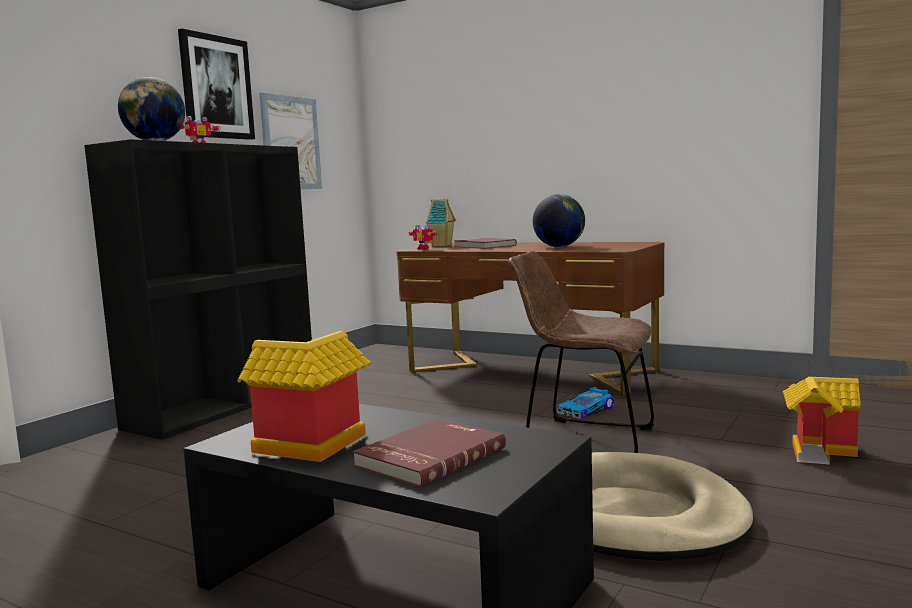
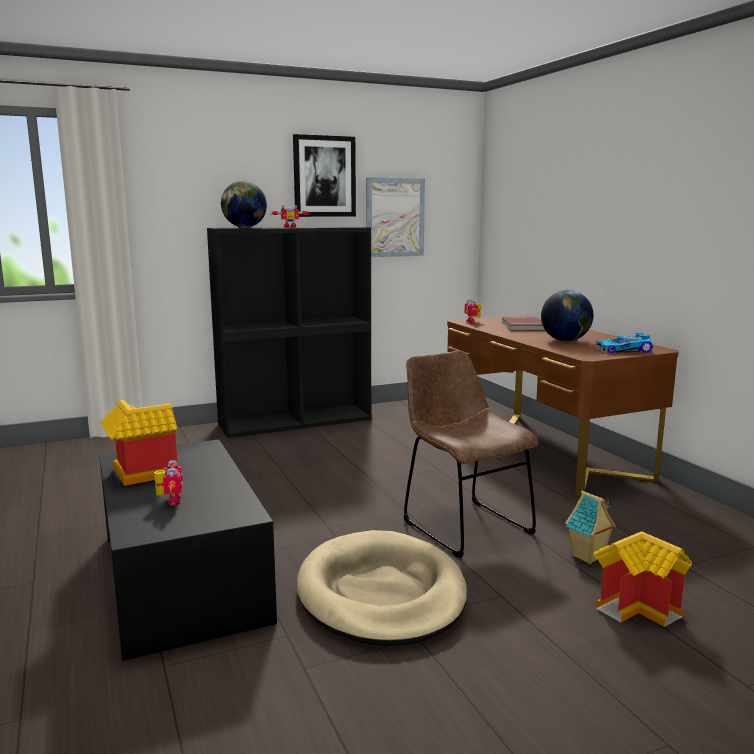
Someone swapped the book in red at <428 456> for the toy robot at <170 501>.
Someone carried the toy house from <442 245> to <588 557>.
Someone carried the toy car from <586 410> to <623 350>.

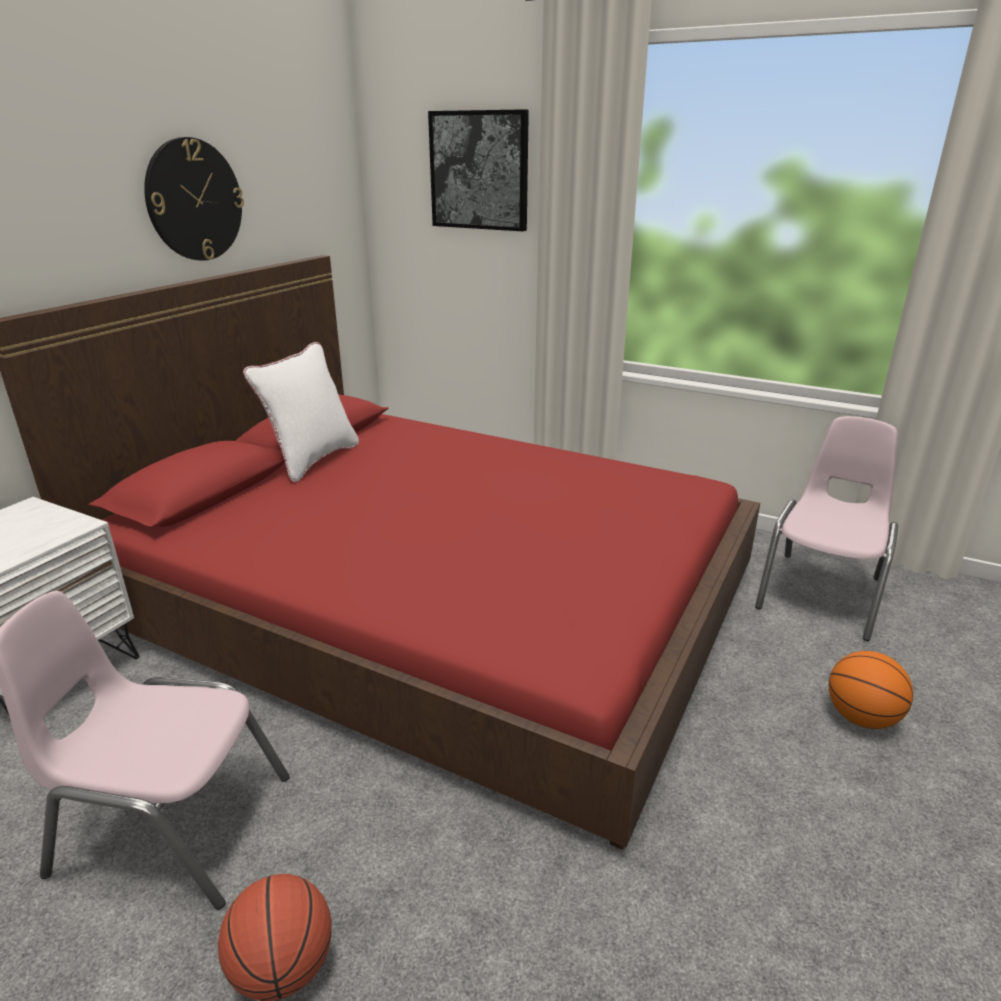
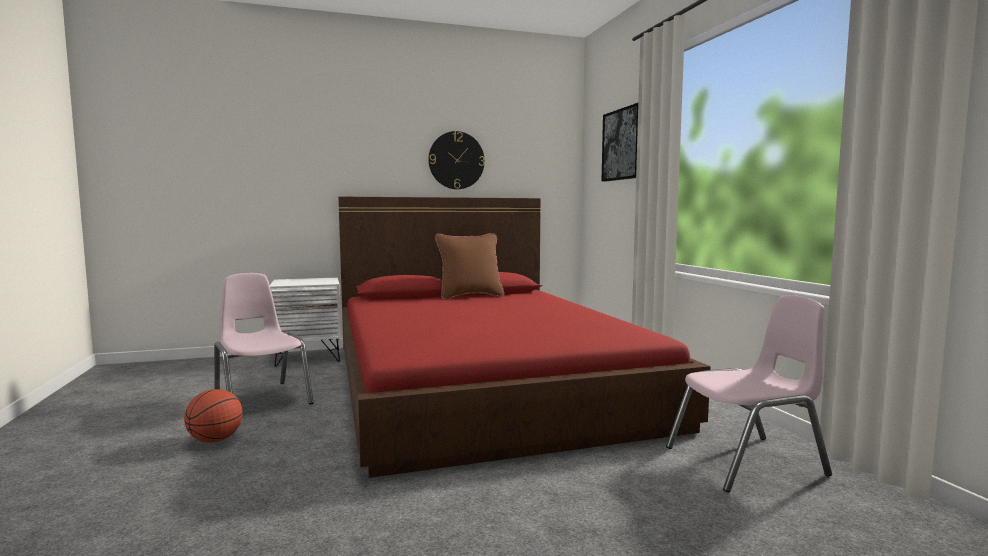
Someone repainted the pillow in white at <312 460>, which became the pillow in brown at <470 296>.
Someone took away the basketball at <861 717>.

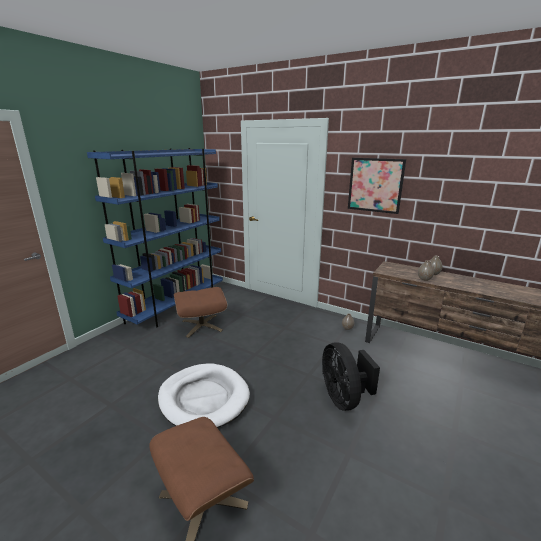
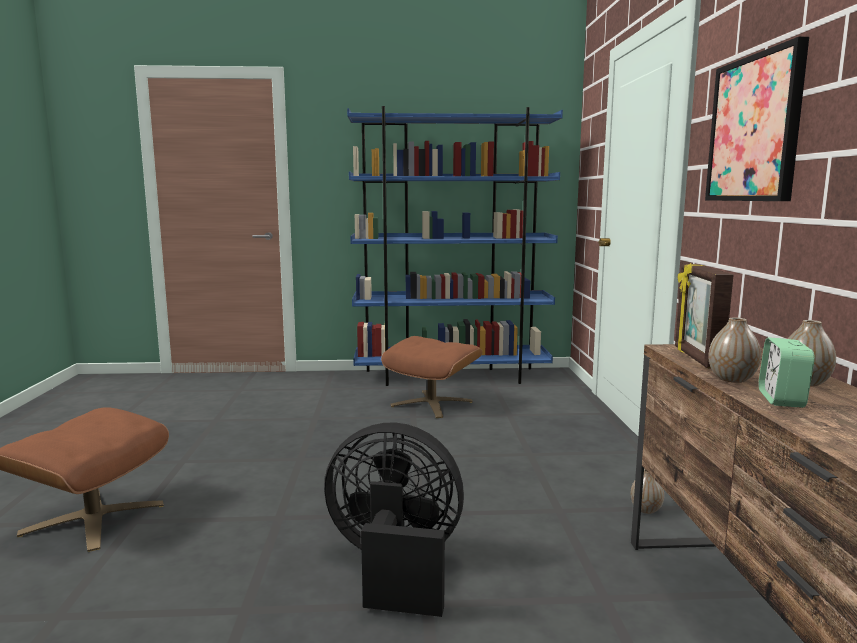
Someone took away the dog bed in white at <204 398>.
Someone rotated the fan in black at <344 398> by 60 degrees clockwise.
Someone put down the picture frame at <696 358>.
Someone put down the alarm clock at <781 399>.

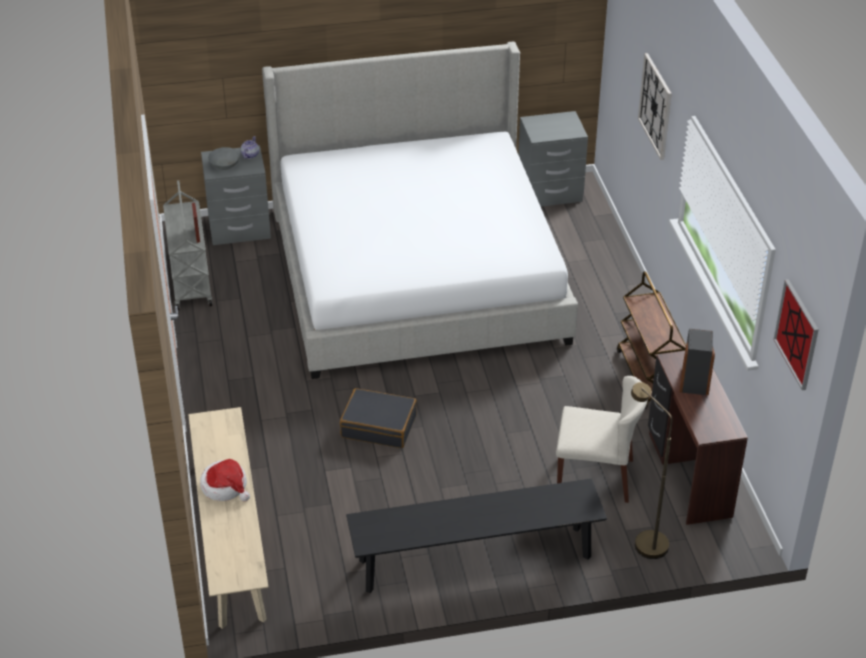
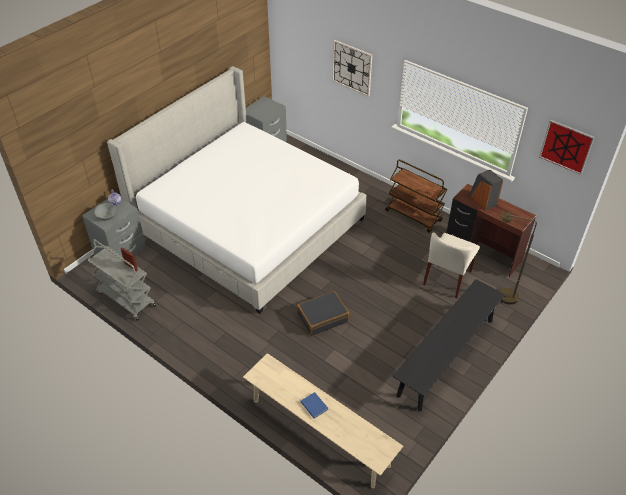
Someone swapped the hat at <225 487> for the book in blue at <314 405>.
Someone rotated the chair in beige at <596 476> by 150 degrees clockwise.

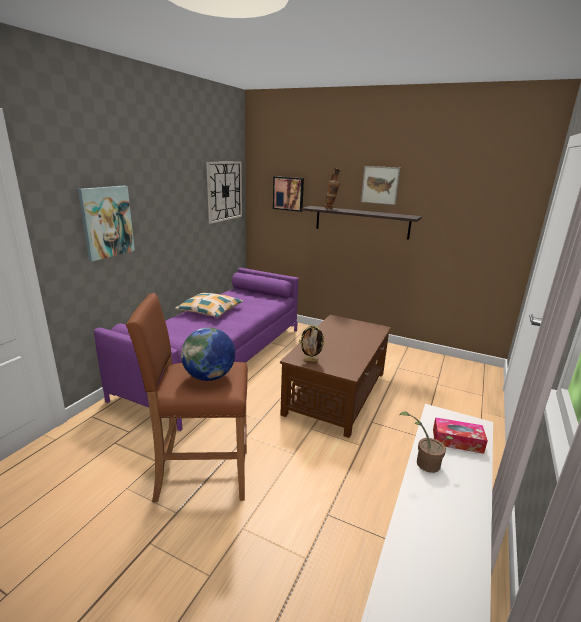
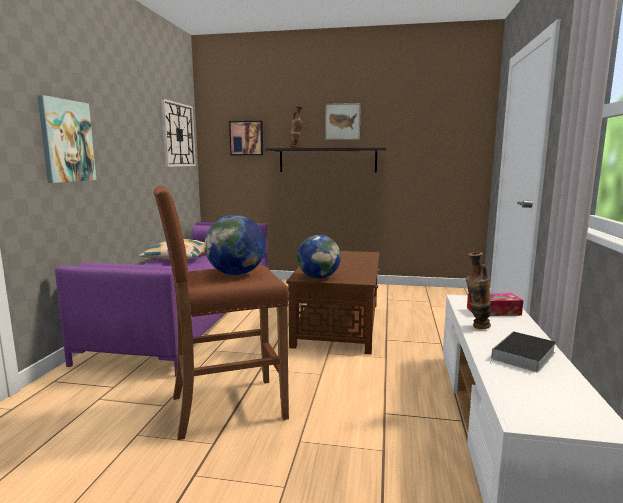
Someone swapped the picture frame at <311 361> for the globe at <318 277>.
Someone swapped the potted plant at <424 462> for the vase at <476 327>.
Someone put down the book at <523 356>.

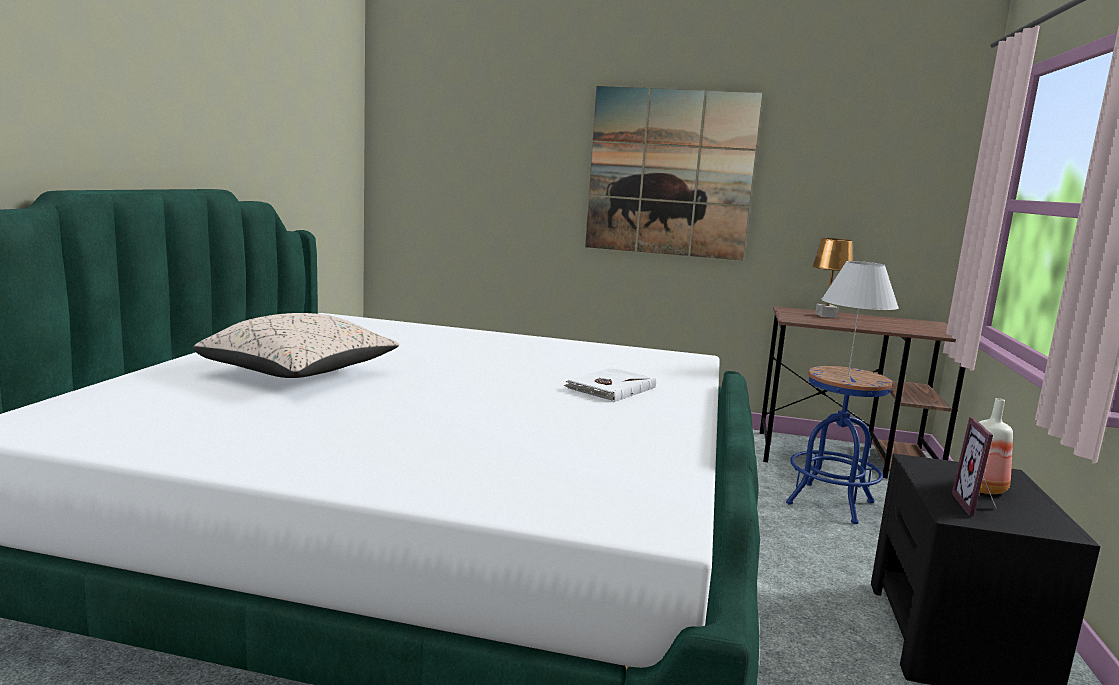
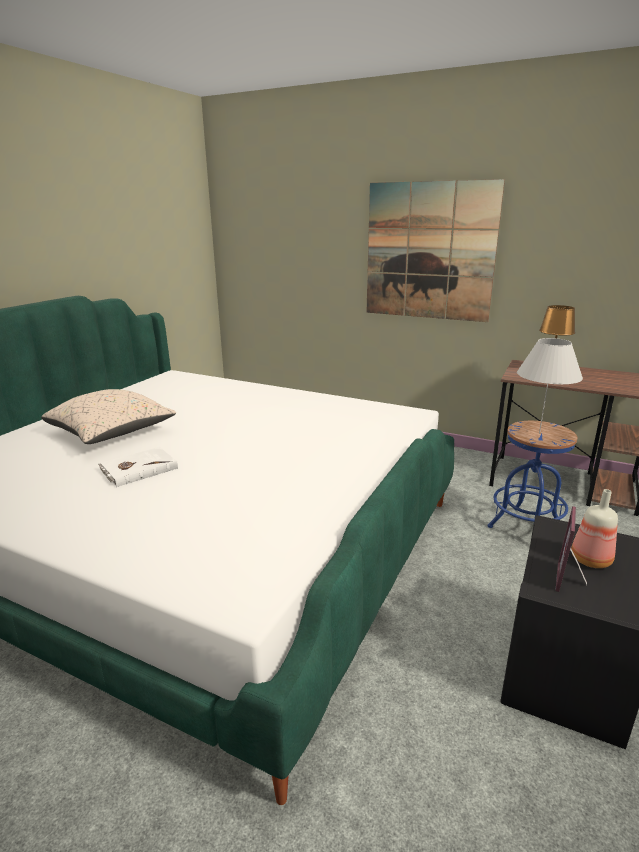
Someone carried the book in white from <610 388> to <138 469>.

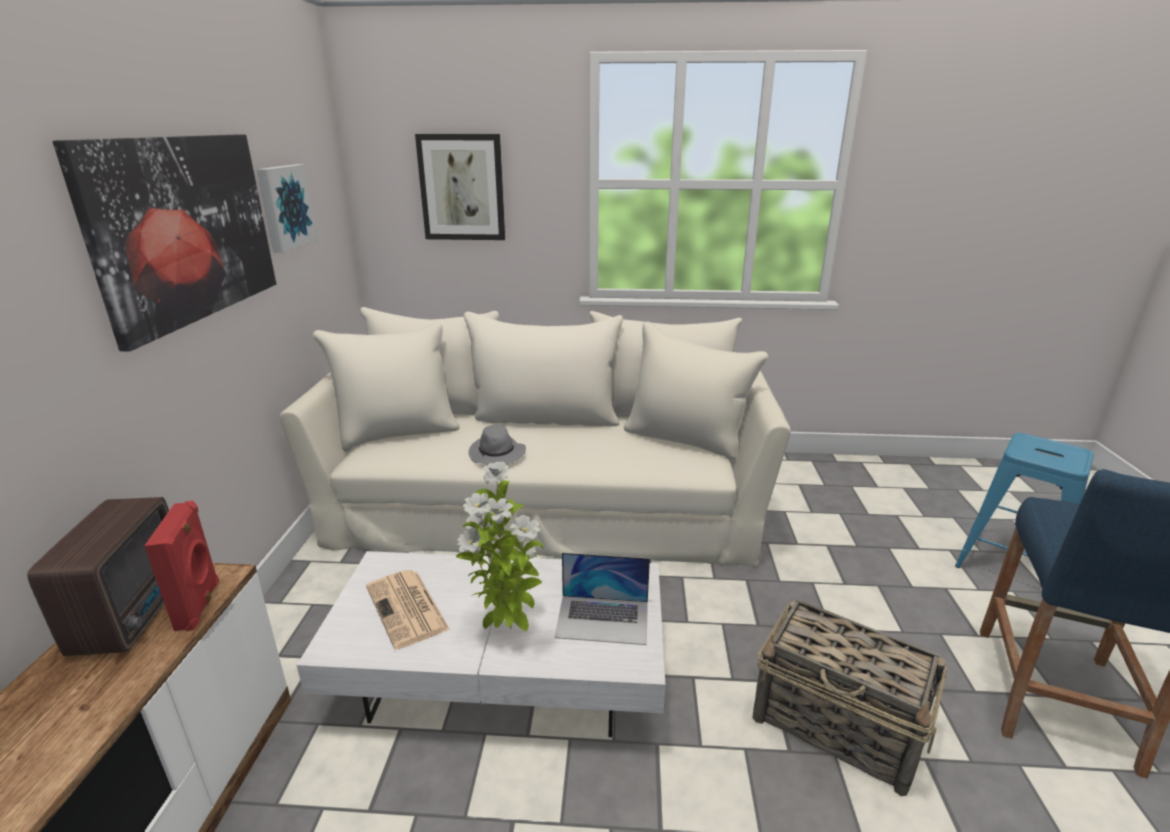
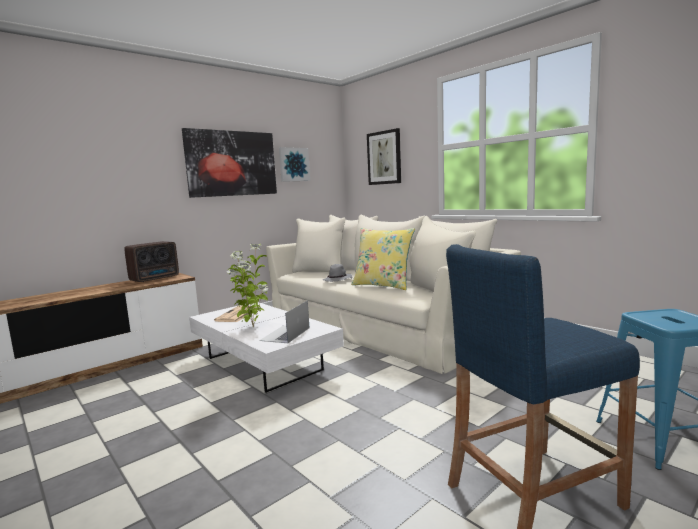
Someone took away the speaker in red at <200 605>.
Someone rotated the laptop at <603 619> by 60 degrees clockwise.
Someone took away the basket at <838 725>.
Someone put down the pillow in yellow at <383 285>.

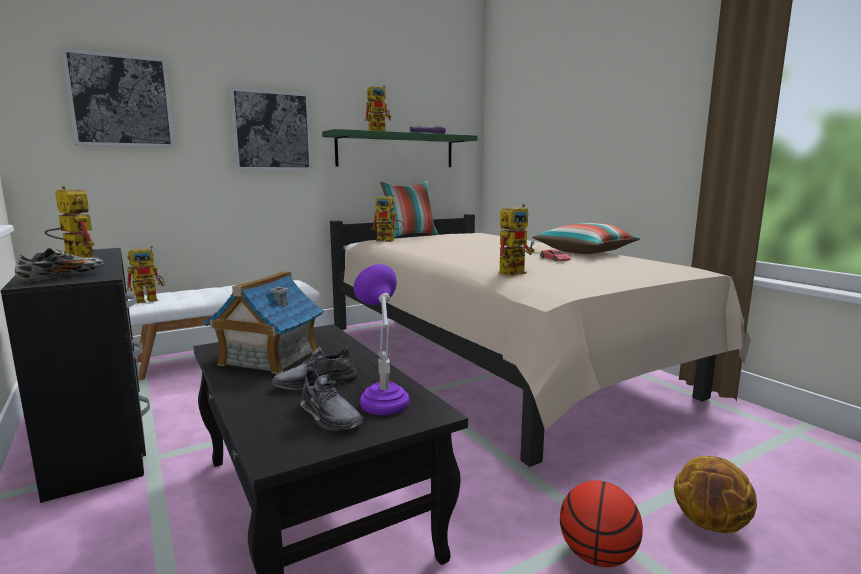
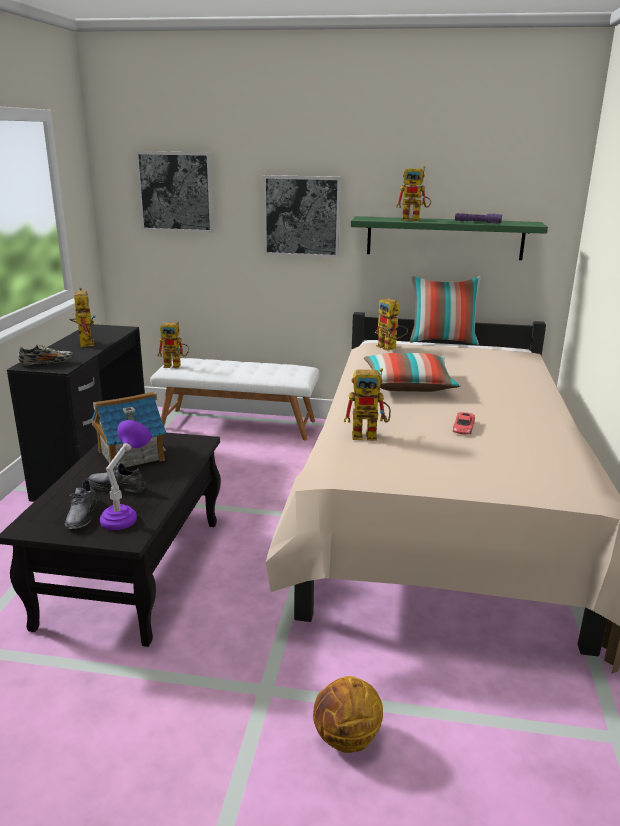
Someone carried the pillow from <584 252> to <408 386>.
Someone took away the basketball at <597 556>.

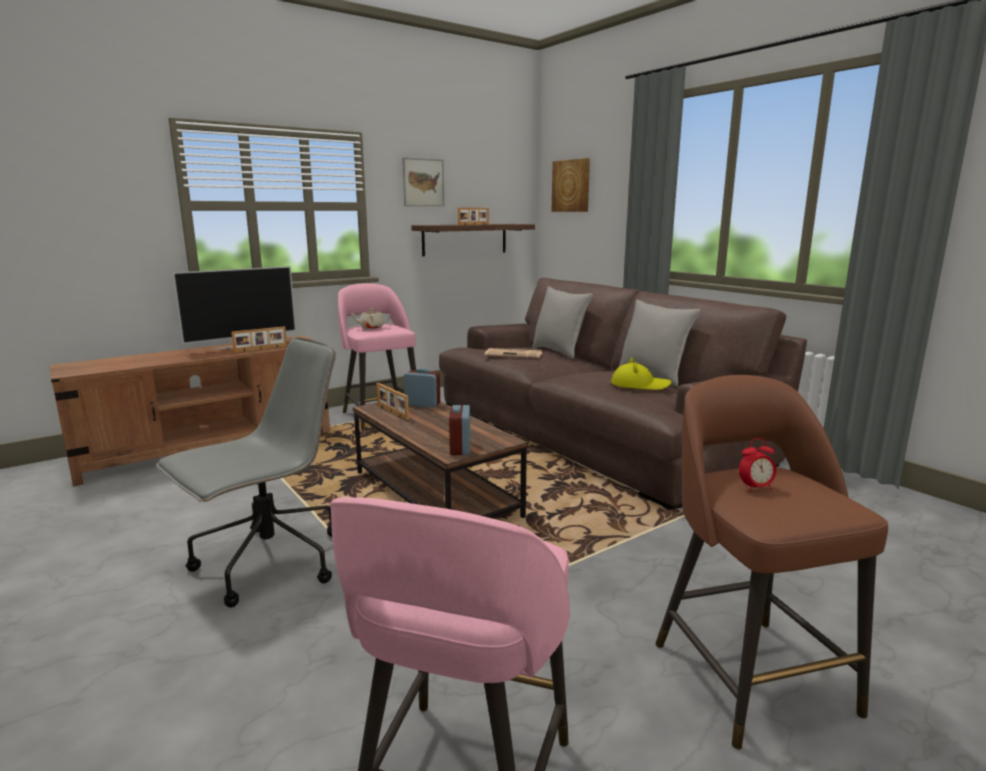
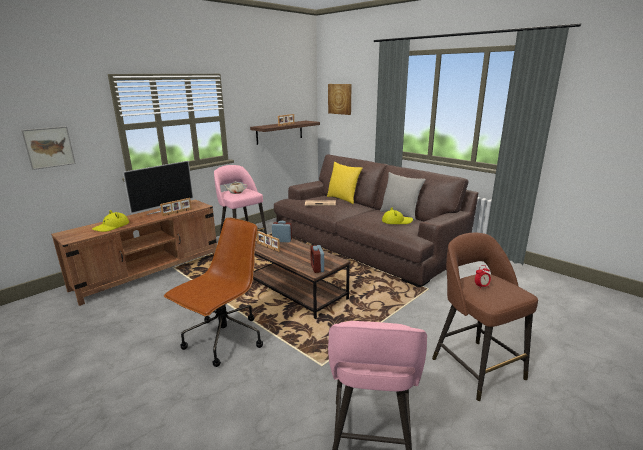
Someone repainted the office chair in grey at <268 564>, which became the office chair in brown at <224 340>.
Someone carried the picture from <423 182> to <49 147>.
Someone repainted the pillow in grey at <559 352>, which became the pillow in yellow at <343 199>.
Someone put down the hat in yellow at <111 226>.

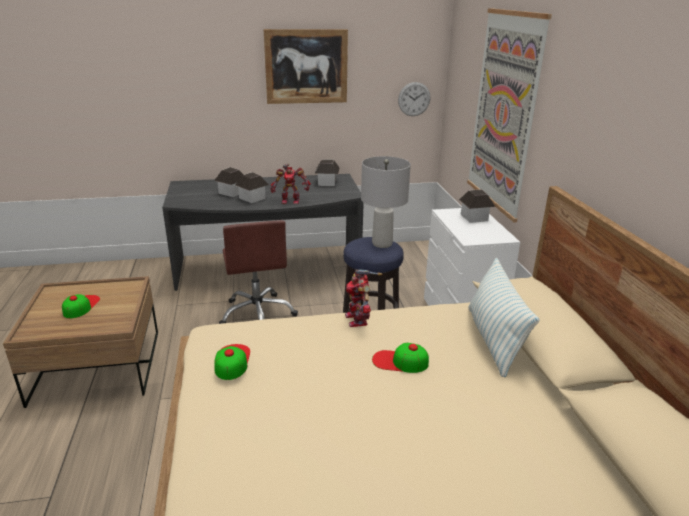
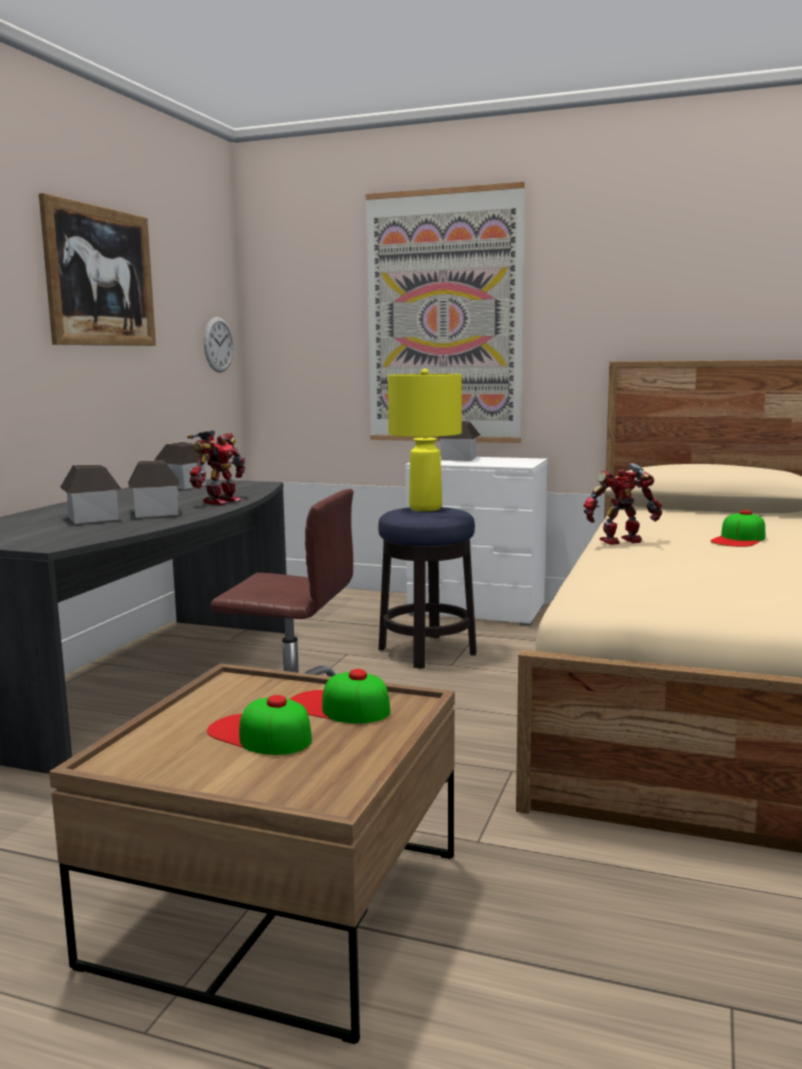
Someone carried the cap from <232 361> to <338 707>.
Someone rotated the toy robot at <358 319> by 150 degrees clockwise.
Someone repainted the table lamp in grey at <382 244>, which became the table lamp in yellow at <426 508>.
Someone took away the pillow at <493 340>.

